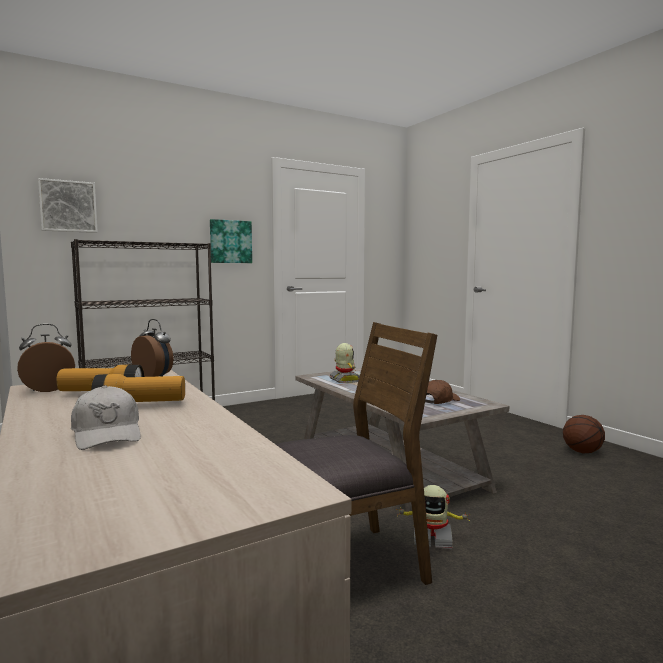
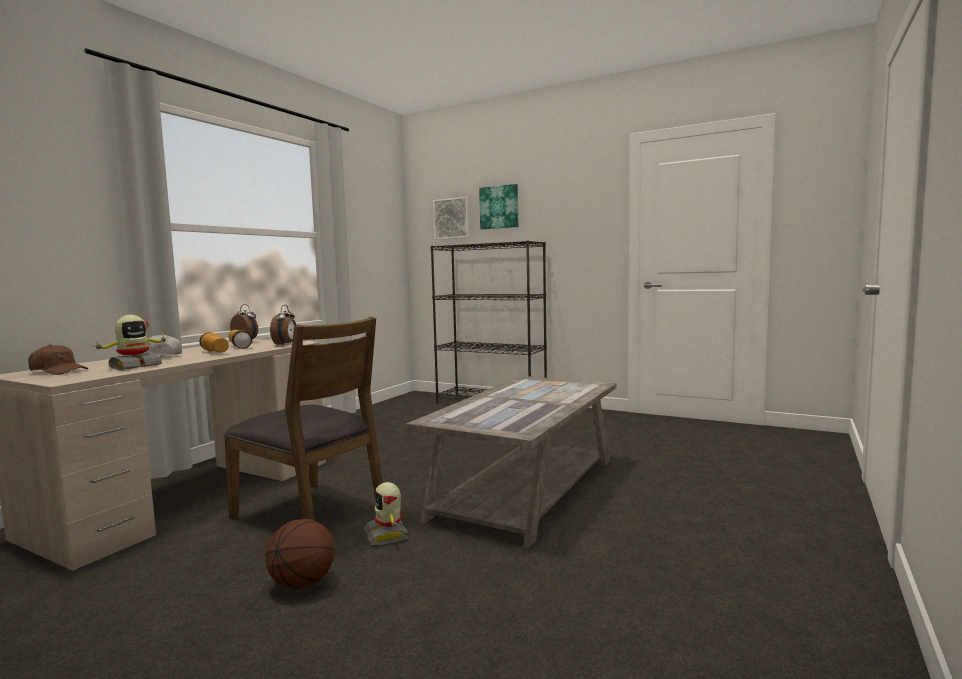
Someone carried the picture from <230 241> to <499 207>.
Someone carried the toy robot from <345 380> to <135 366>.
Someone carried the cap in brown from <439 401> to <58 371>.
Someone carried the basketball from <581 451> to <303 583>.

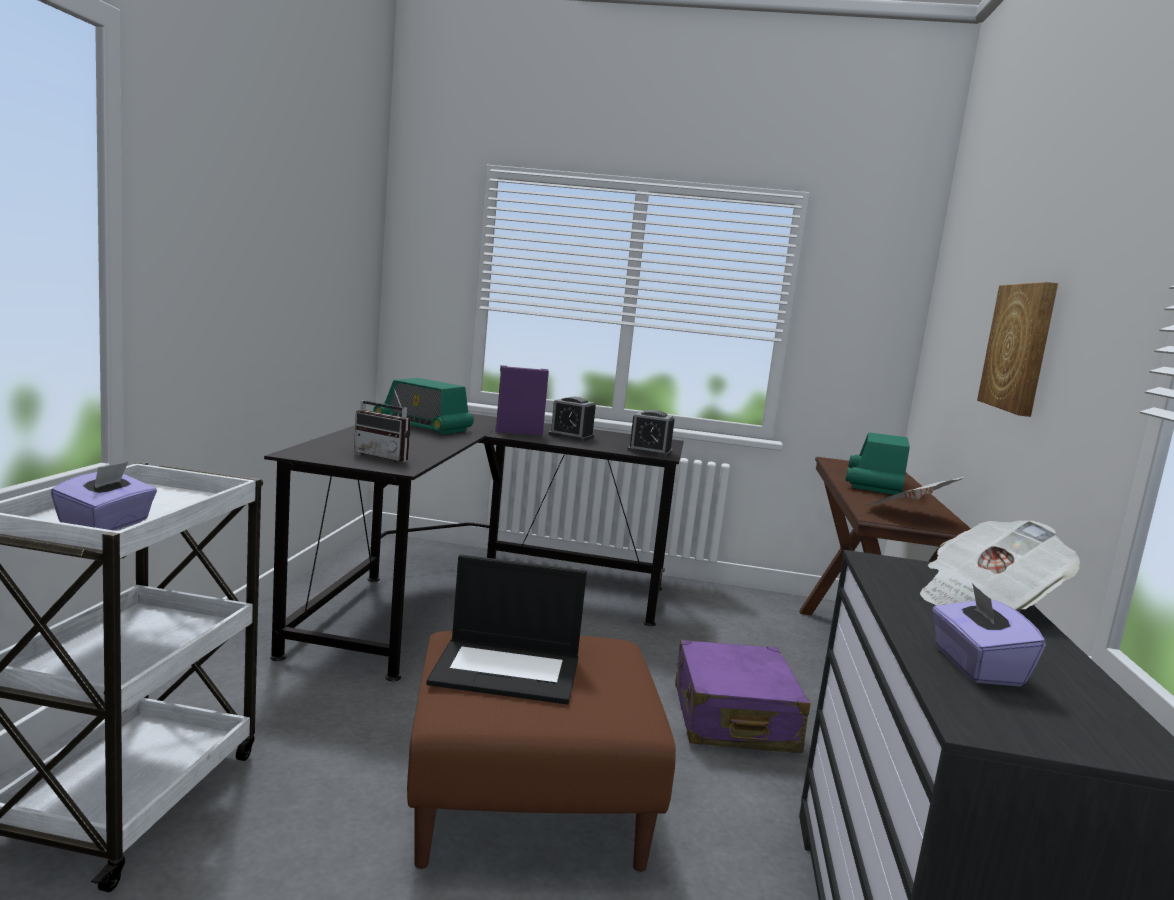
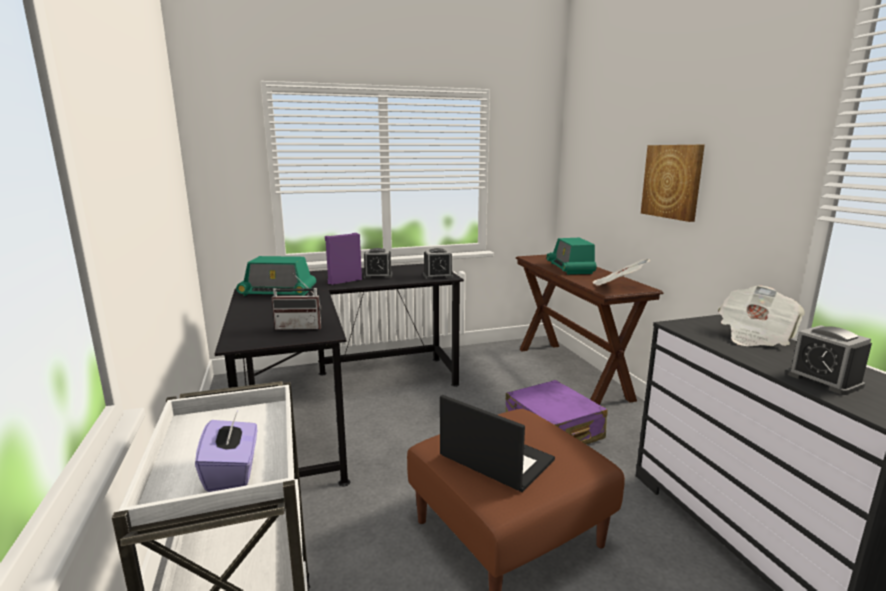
Someone rotated the laptop at <508 670> by 120 degrees counterclockwise.
Someone swapped the tissue box in purple at <976 666> for the alarm clock at <823 380>.

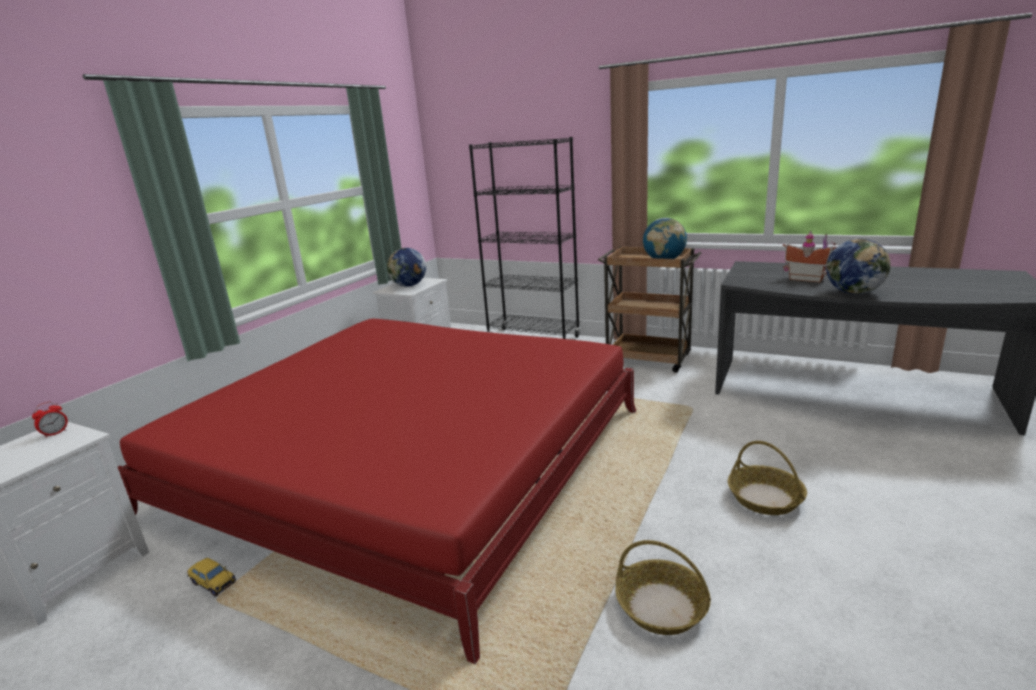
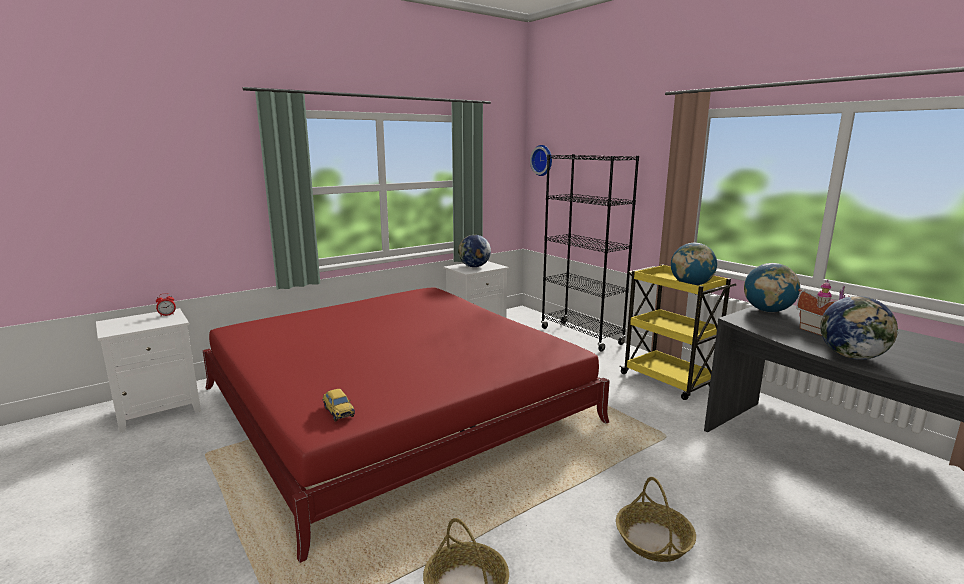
Someone carried the toy car from <213 583> to <338 412>.
Someone repainted the cart in brown at <648 359>, which became the cart in yellow at <669 381>.
Someone put up the wall clock at <543 160>.
Someone put down the globe at <767 311>.

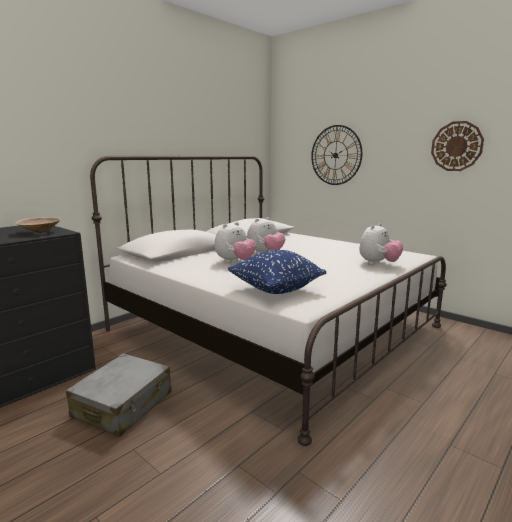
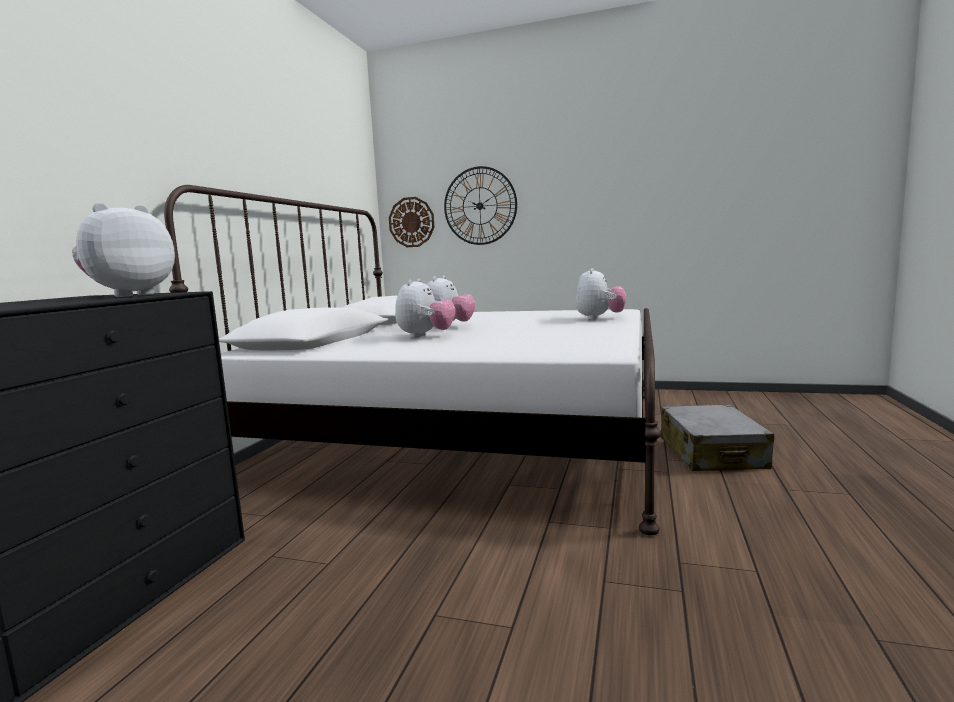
Someone swapped the bowl in beige at <39 232> for the plush toy at <129 295>.
Someone carried the suitcase in grey from <123 405> to <711 453>.
Someone took away the pillow in blue at <276 289>.
Someone carried the wall clock from <456 146> to <411 222>.

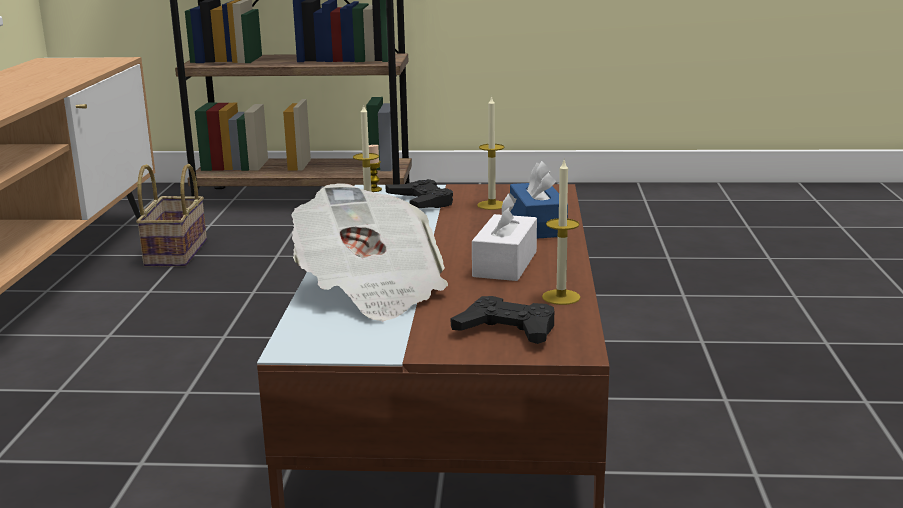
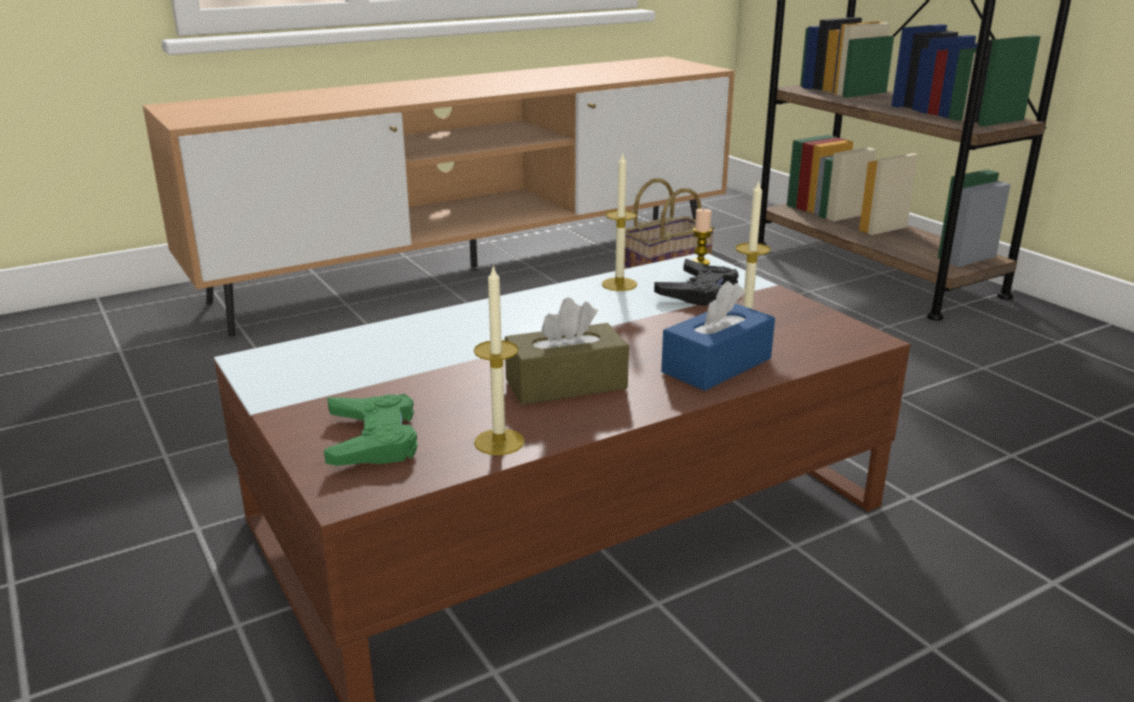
Someone took away the newspaper at <371 290>.
Someone repainted the game controller in black at <507 330>, which became the game controller in green at <372 439>.
Someone repainted the tissue box in white at <505 264>, which became the tissue box in brown at <566 384>.

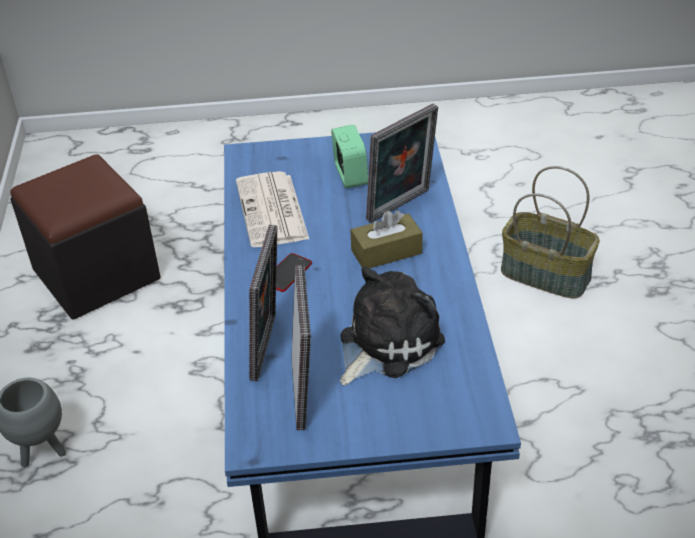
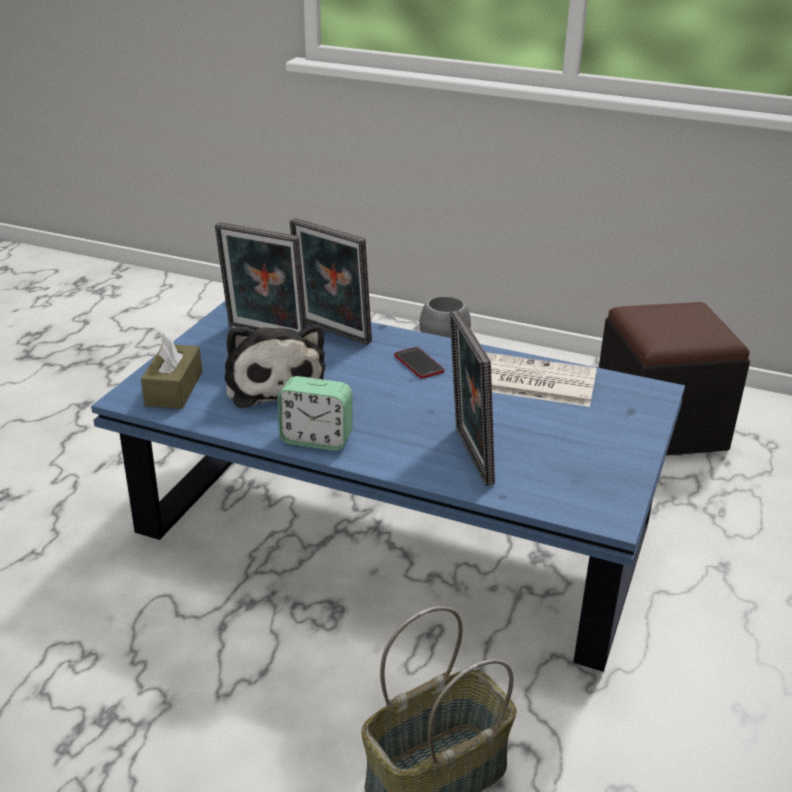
Someone carried the alarm clock from <350 175> to <316 439>.
Someone carried the tissue box in brown from <386 252> to <174 389>.

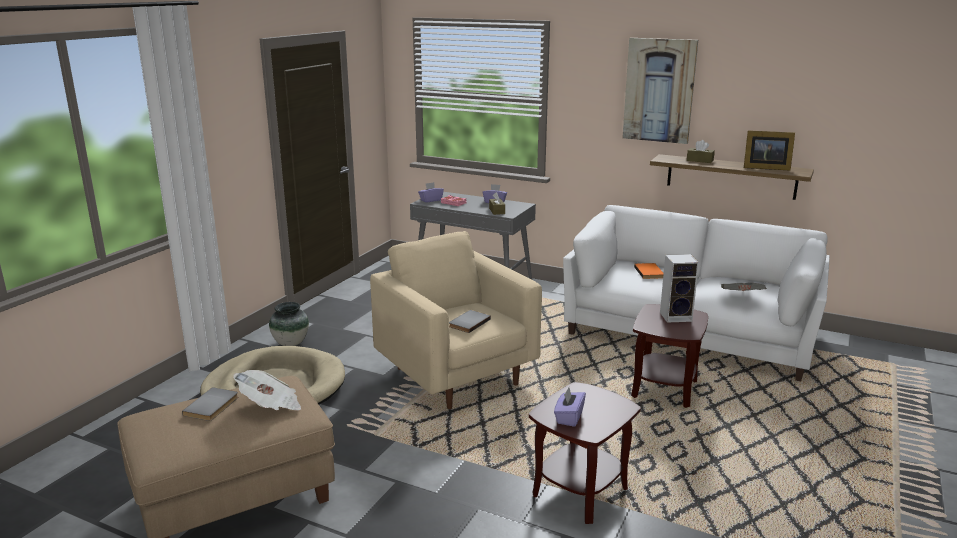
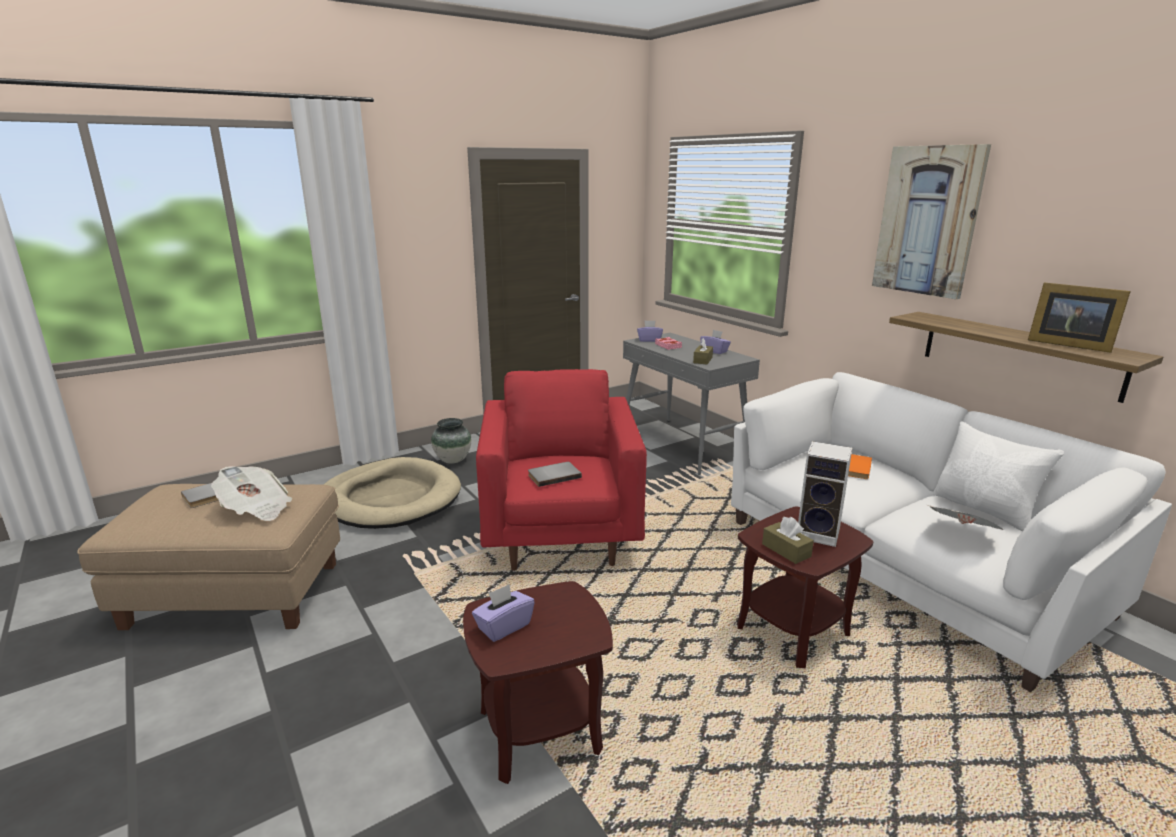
Someone repainted the armchair in beige at <457 376>, which became the armchair in red at <561 536>.
Someone carried the tissue box in brown from <700 160> to <786 550>.
Someone put down the pillow in white at <984 509>.

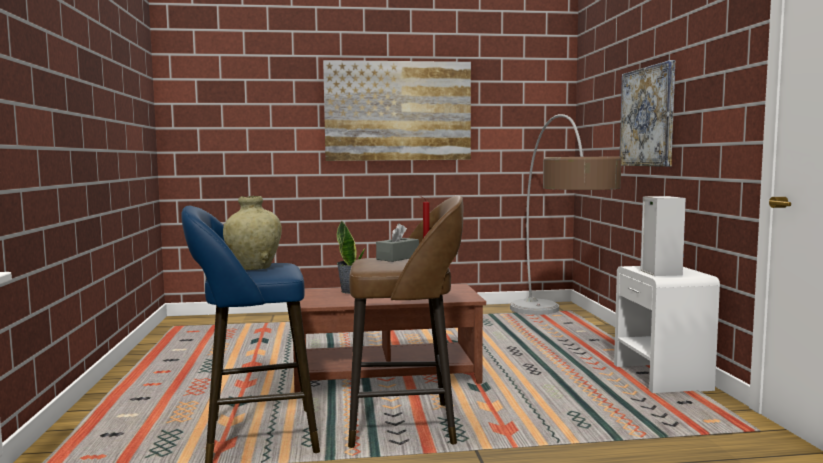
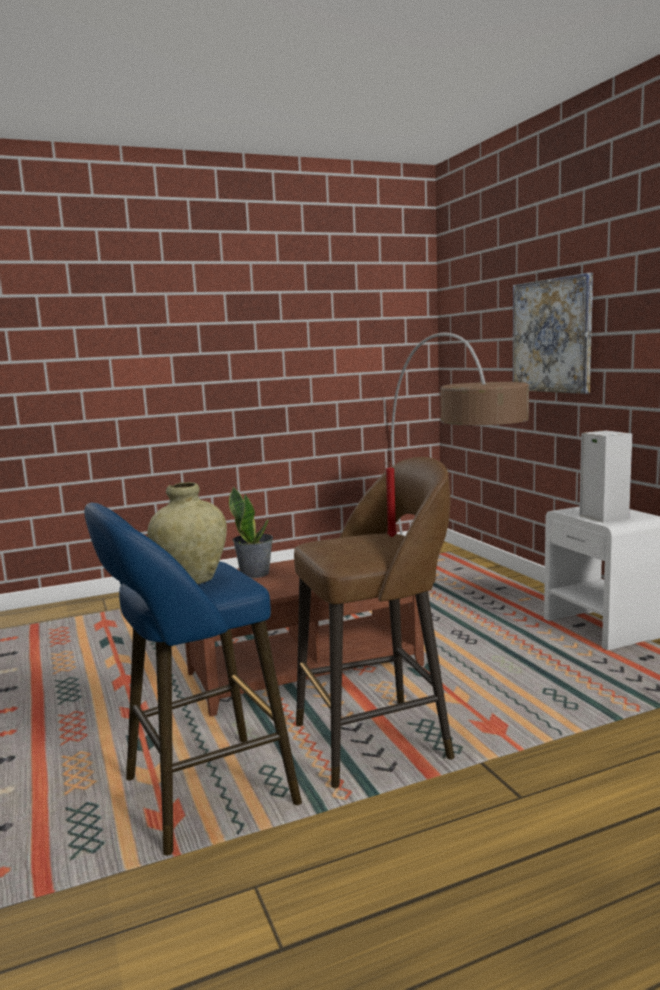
Someone took away the picture at <398 111>.
Someone took away the tissue box in grey at <398 258>.

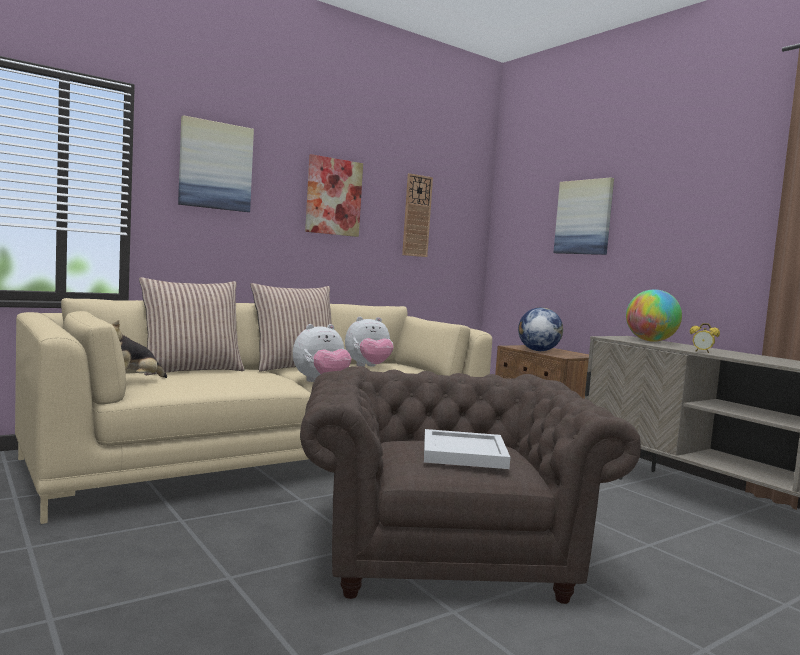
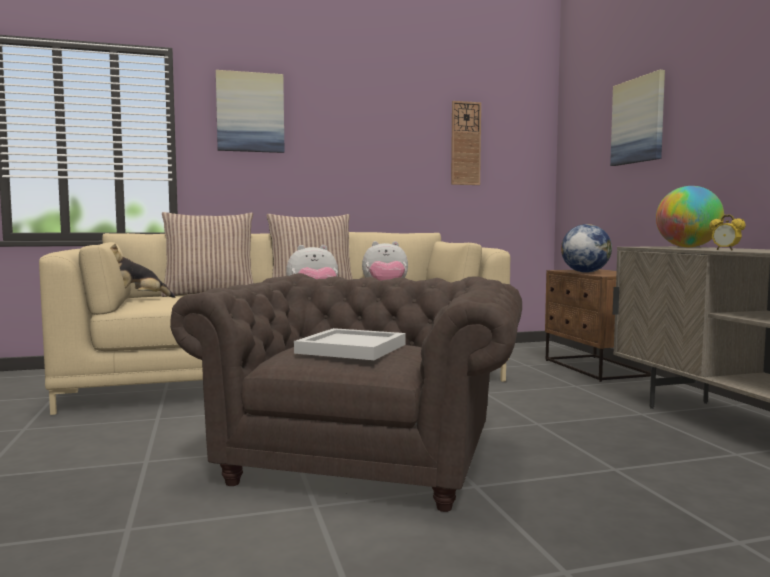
Someone took away the picture at <333 197>.

